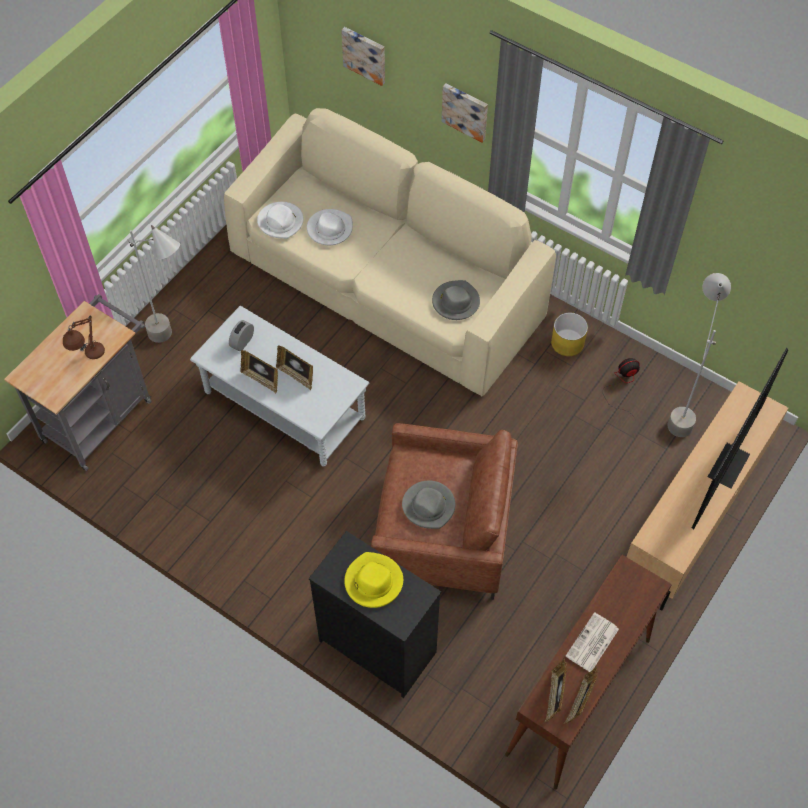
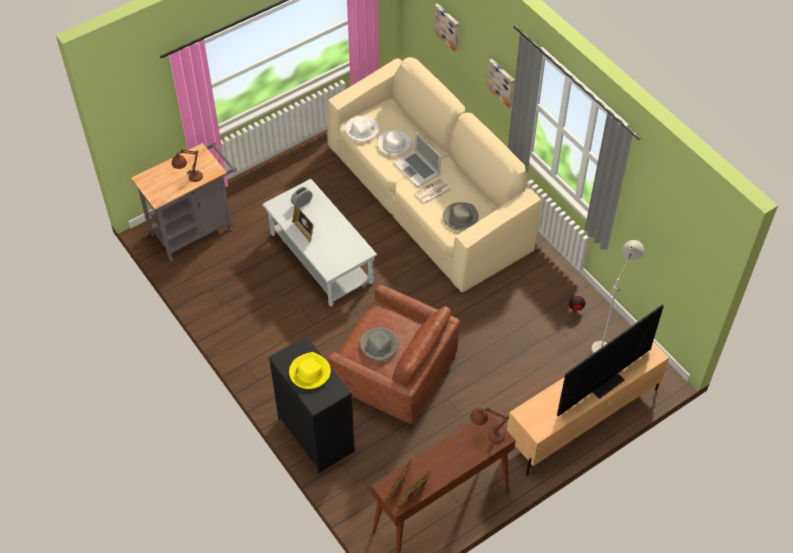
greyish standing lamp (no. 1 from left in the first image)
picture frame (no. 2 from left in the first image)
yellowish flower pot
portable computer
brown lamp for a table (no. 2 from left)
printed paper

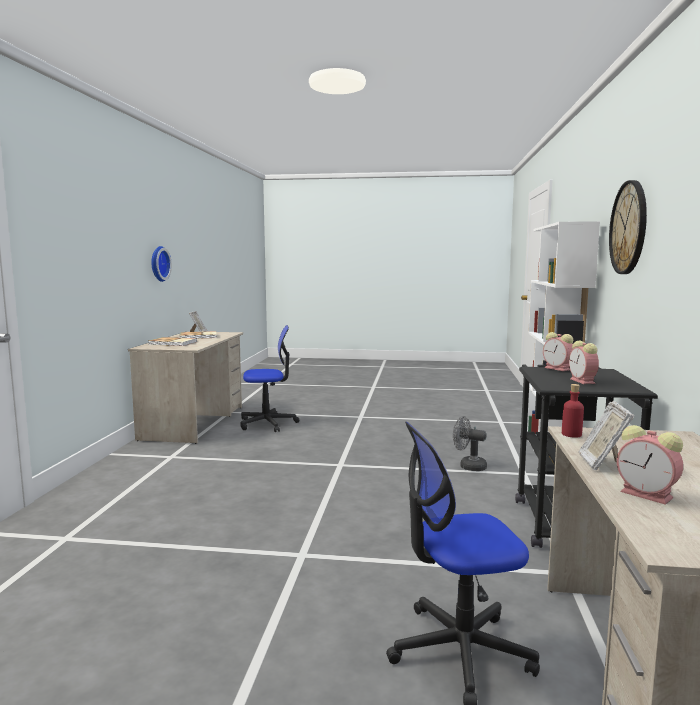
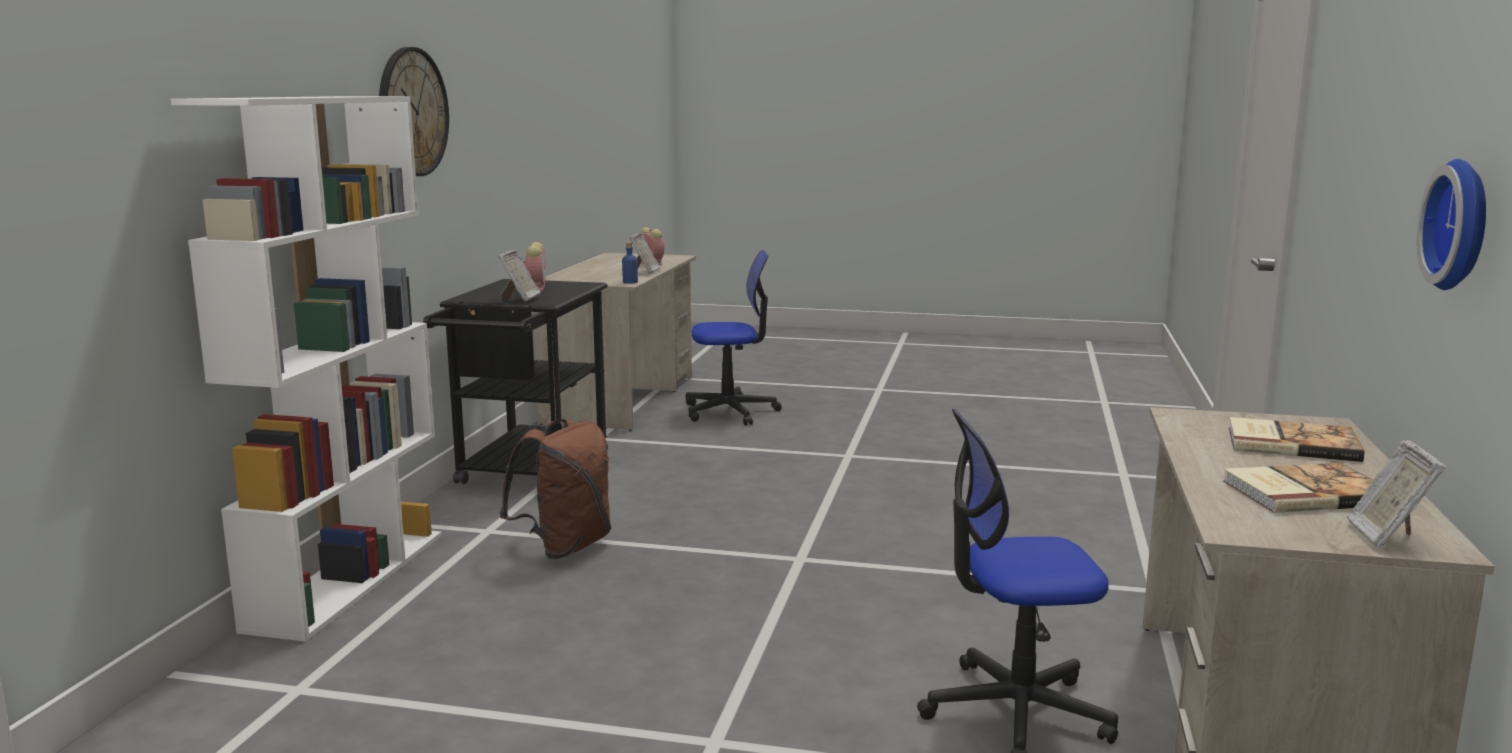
brown rucksack
picture frame (no. 1 from left)
blue drink bottle

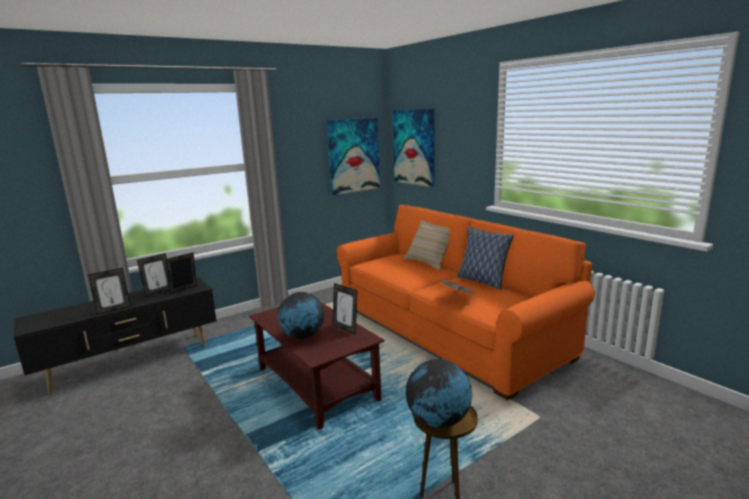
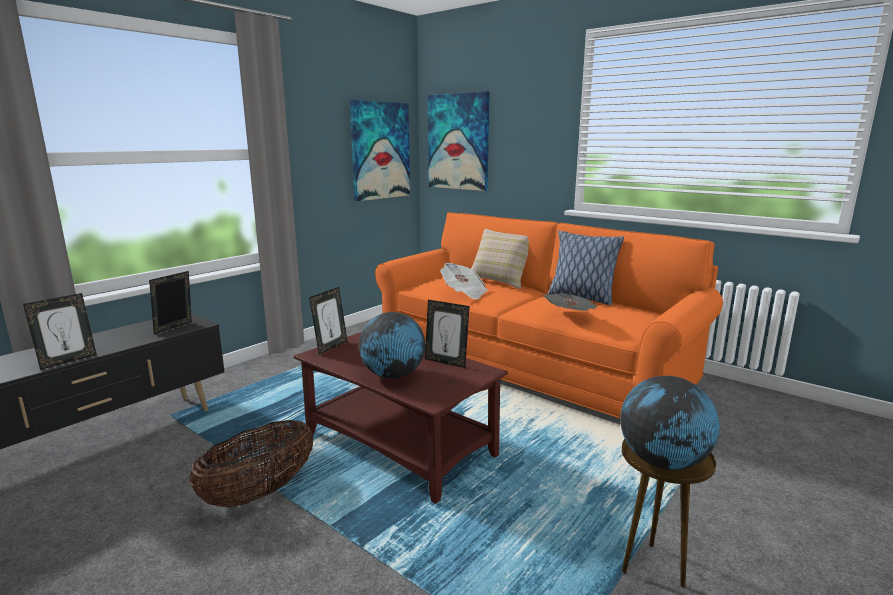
basket
printed paper (no. 1 from left)
picture frame (no. 3 from left)

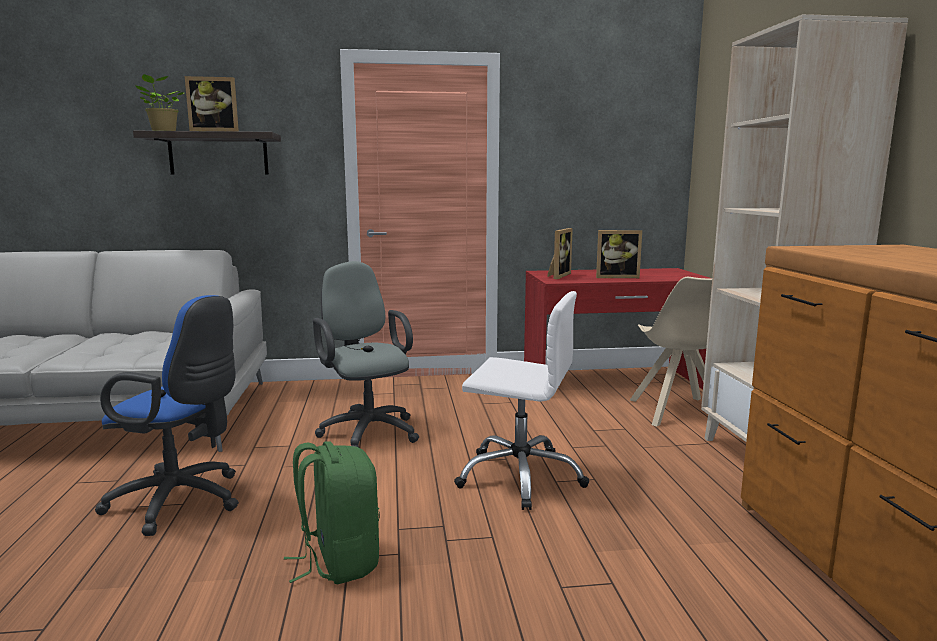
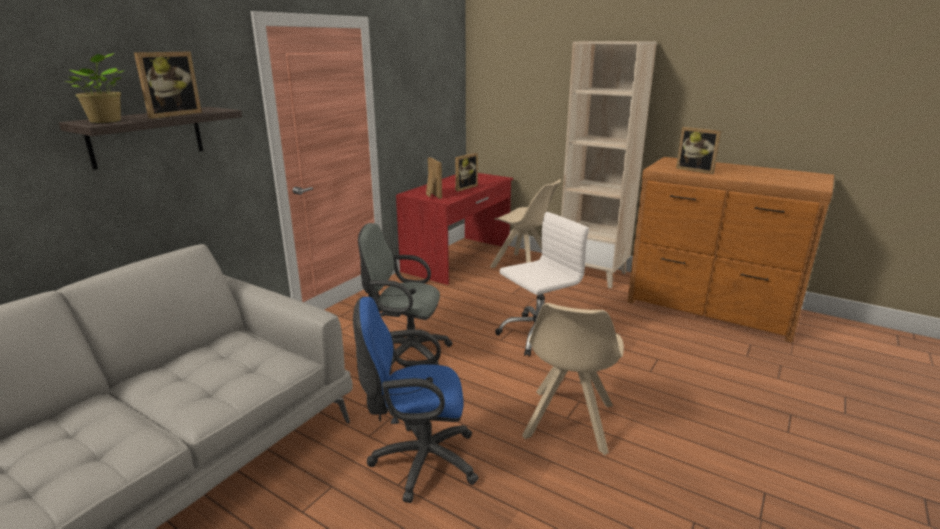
picture frame (no. 4 from left)
sand-coloured upright chair (no. 2 from left)
blue office chair

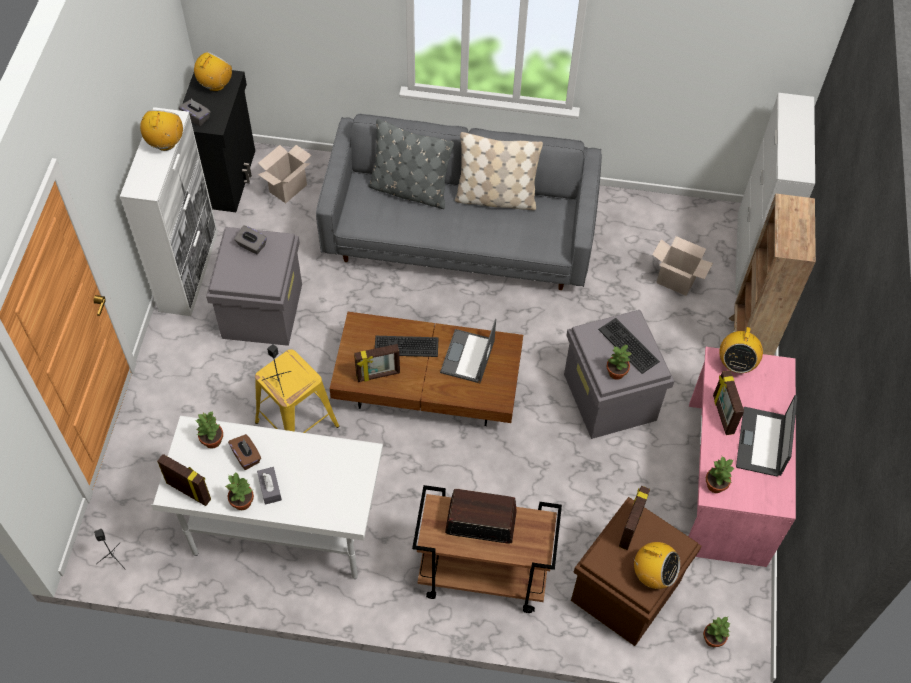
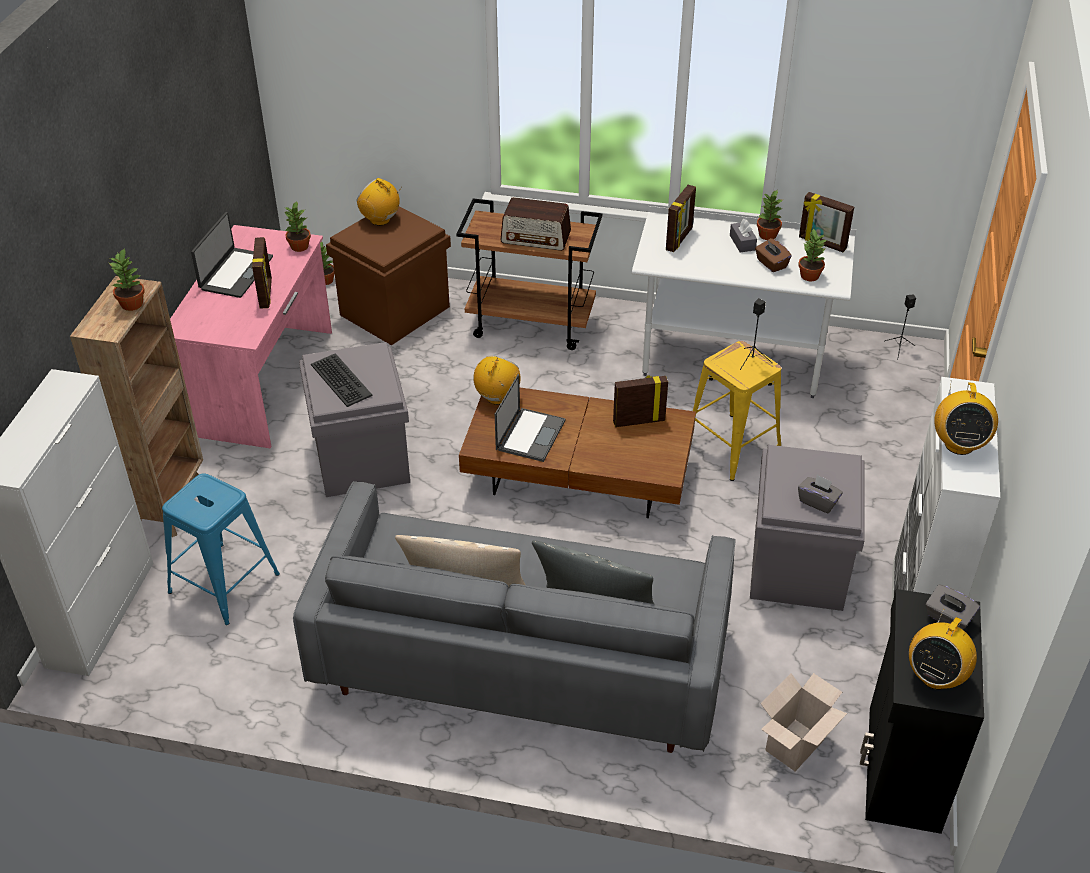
computer keyboard (no. 1 from left in the first image)
potted plant (no. 1 from left)
picture frame (no. 3 from left)
radio (no. 2 from left)
blue stool

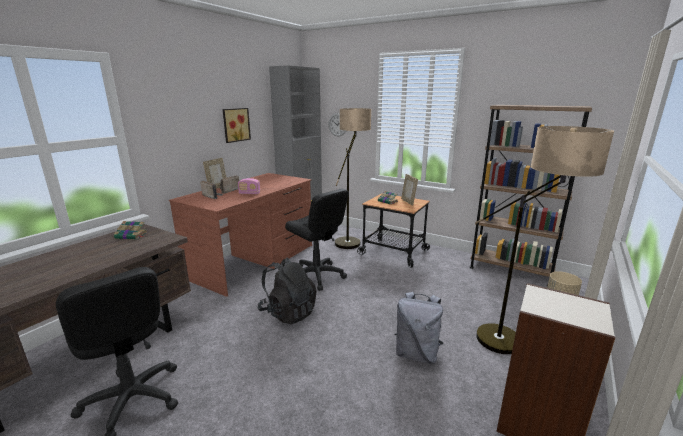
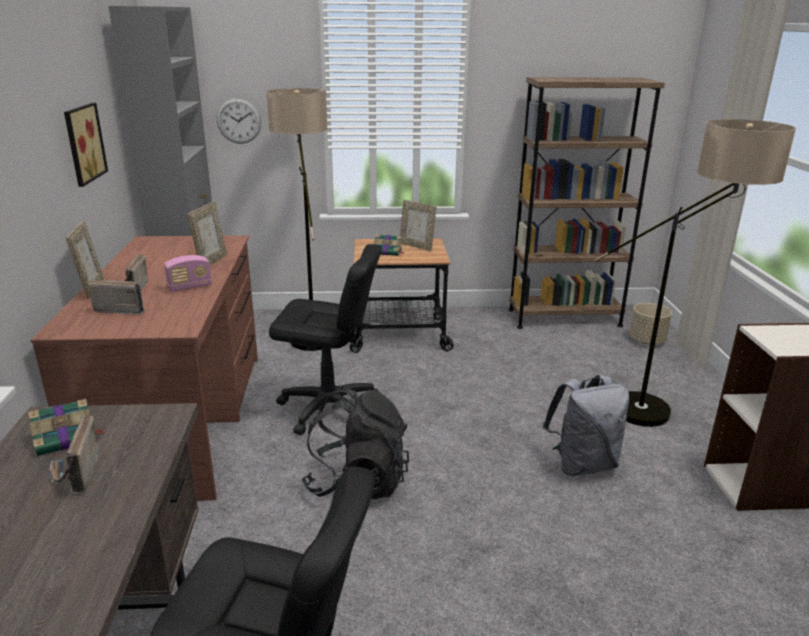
radio (no. 1 from left)
picture frame (no. 2 from left)

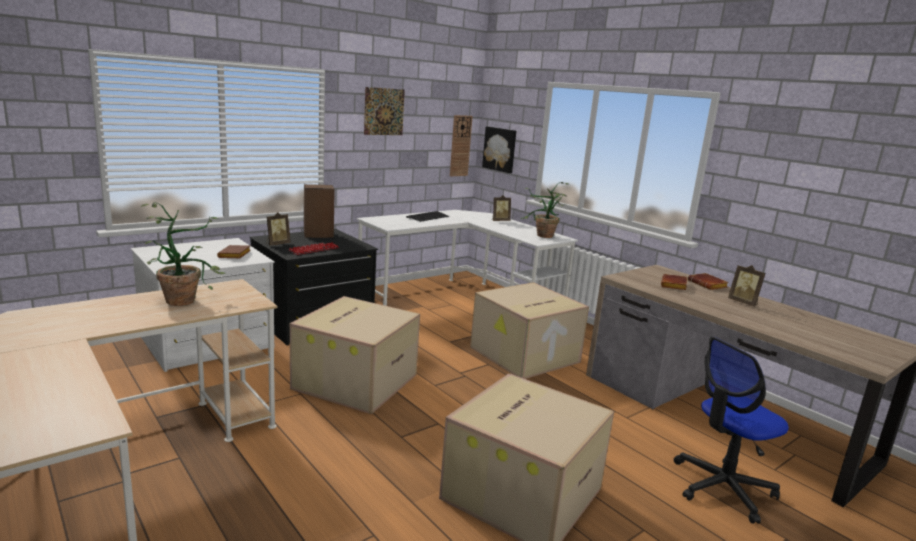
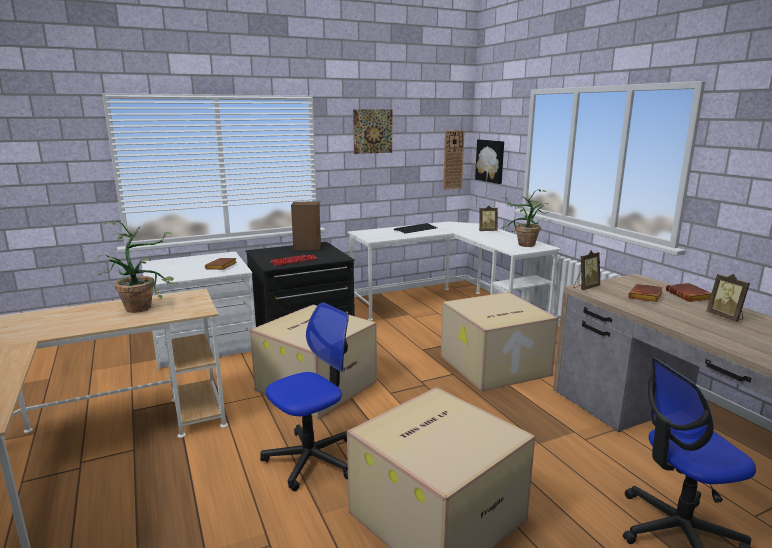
office chair (no. 1 from left)
picture frame (no. 2 from left)

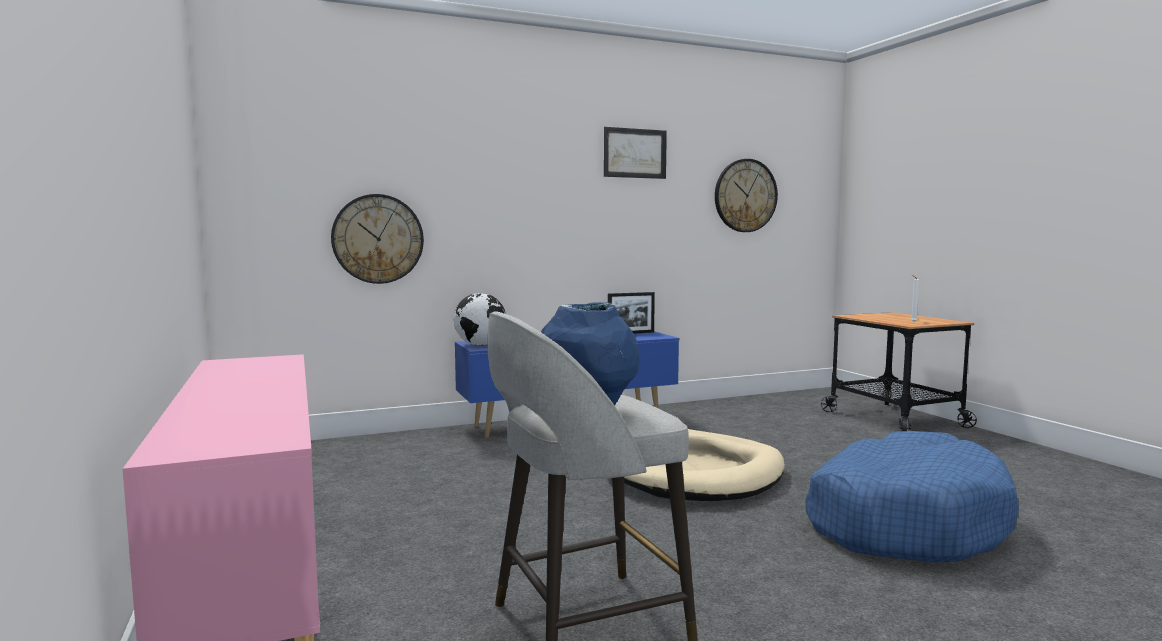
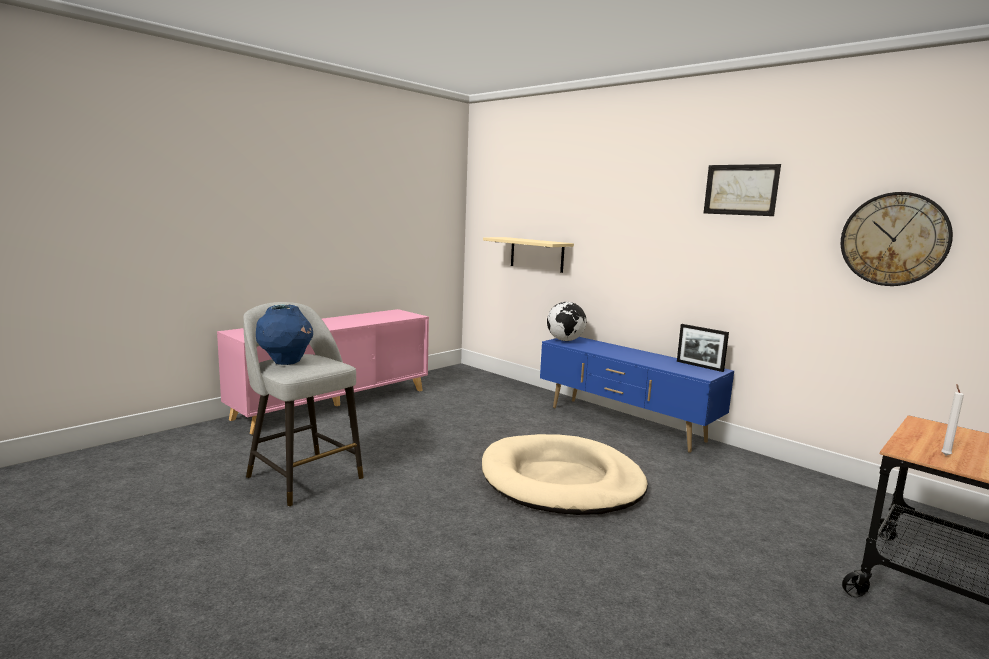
blue dog bed
sand-coloured bracket shelf

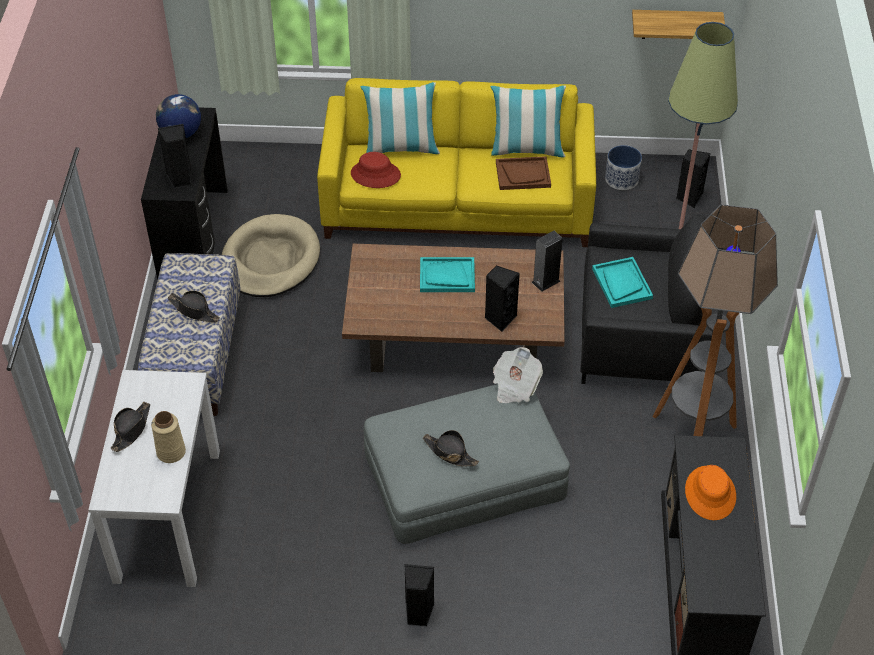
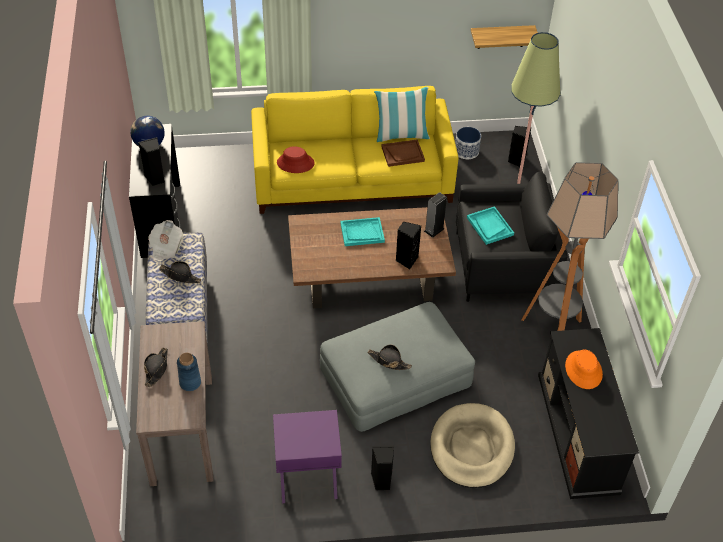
throw pillow (no. 1 from left in the first image)
purple night table
sand-coloured dog bed
printed paper
brown hall table
blue vase

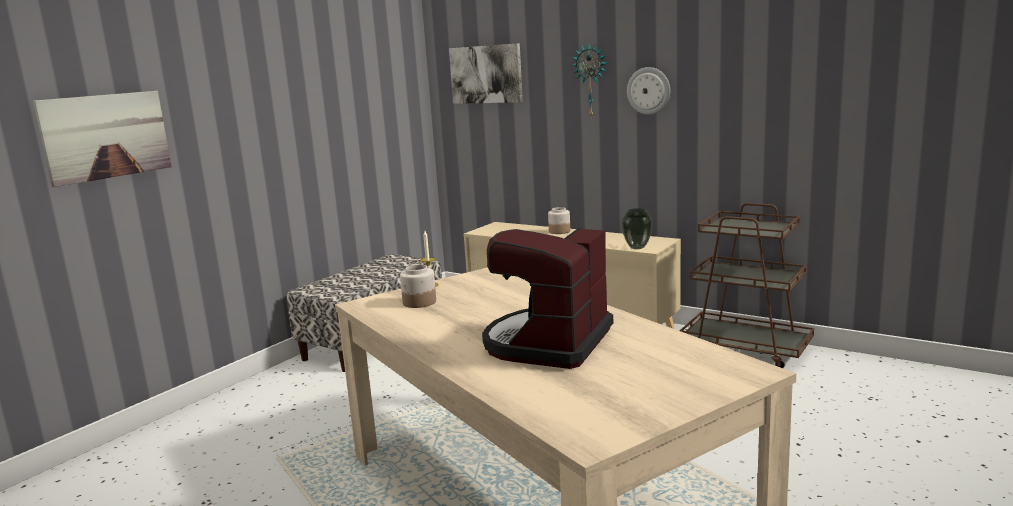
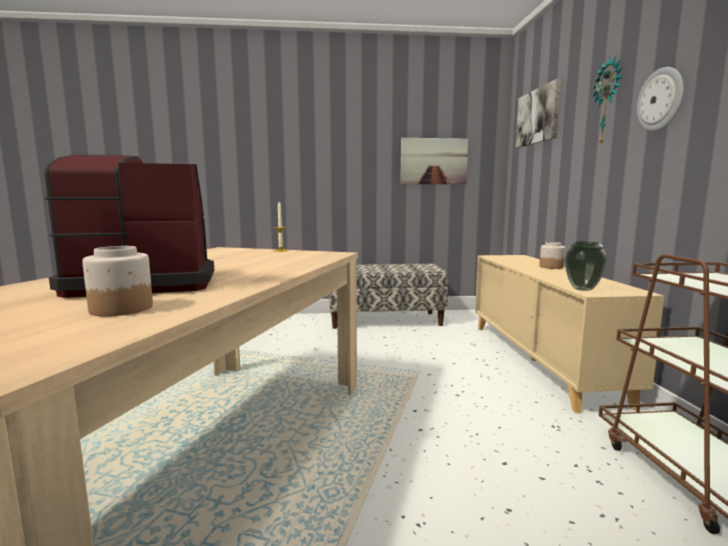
wall picture (no. 1 from left)
storage jar (no. 1 from left)

